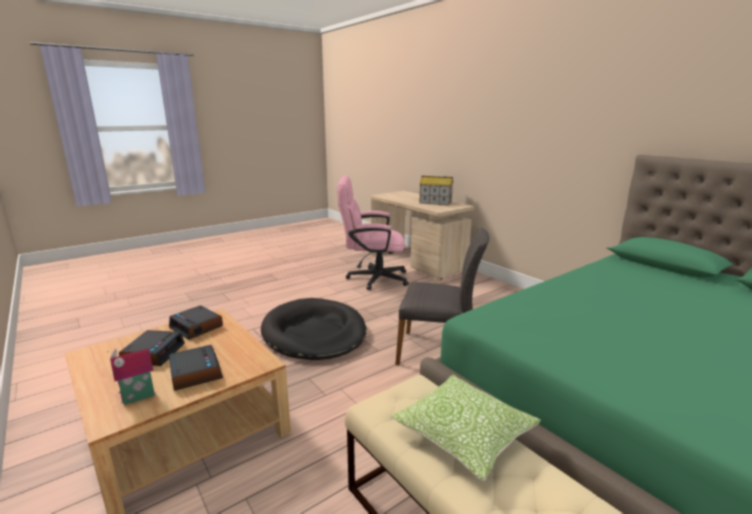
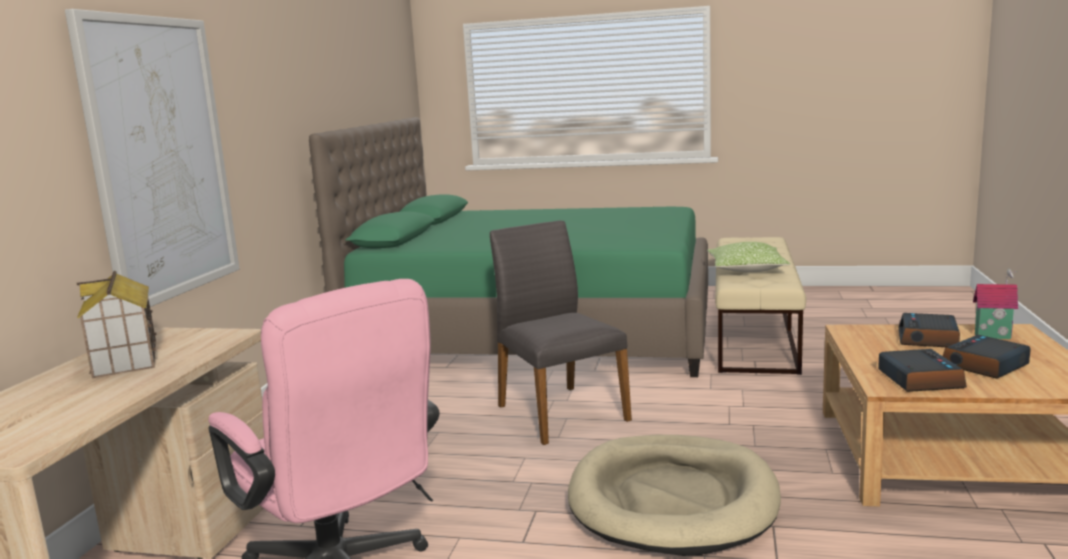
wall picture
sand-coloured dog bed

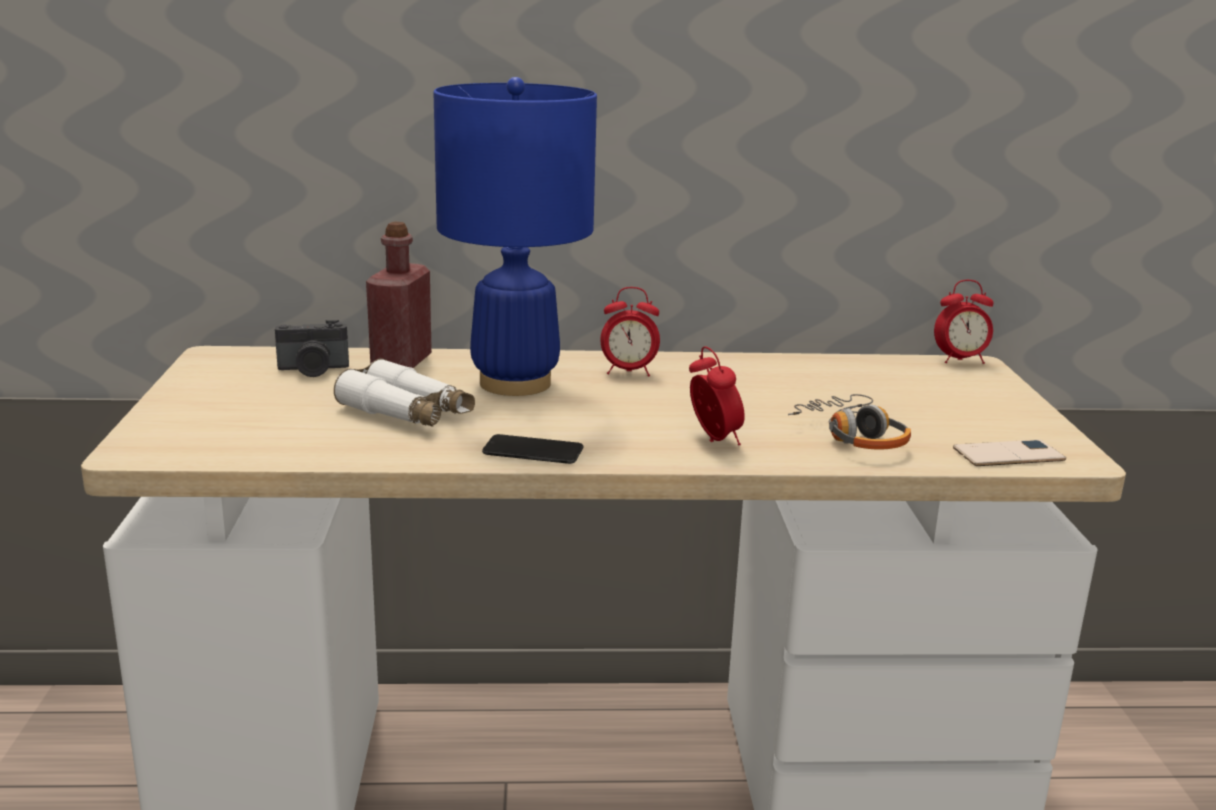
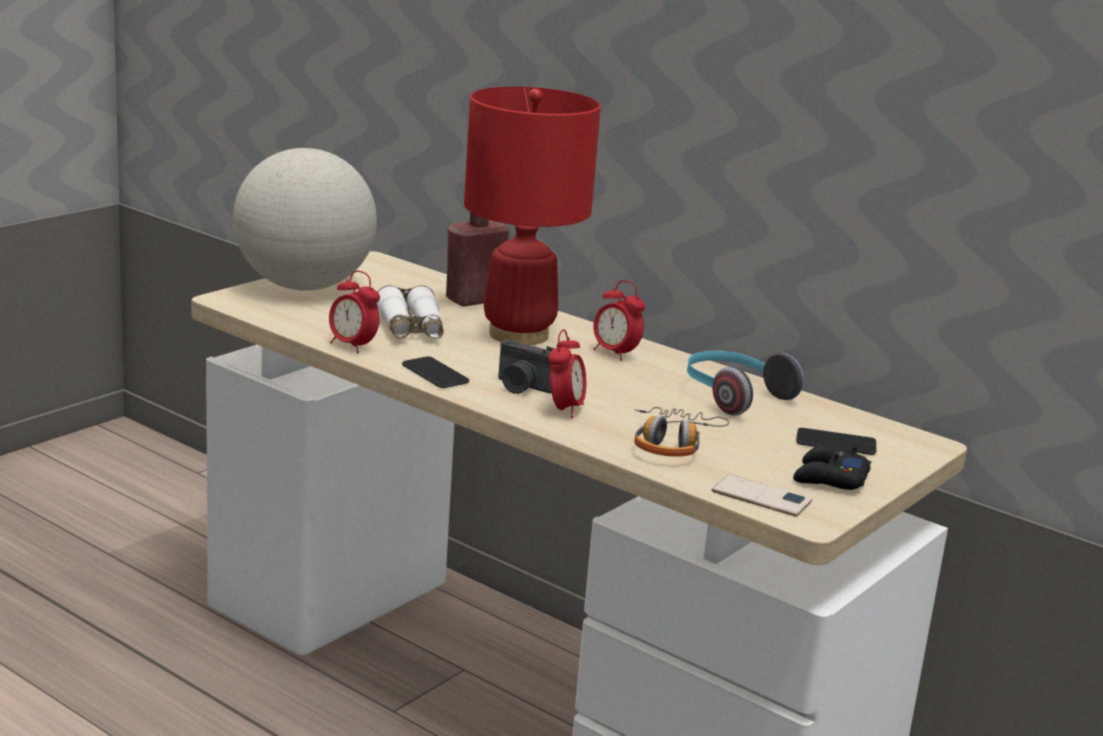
globe
headset (no. 2 from left)
black joypad
phone (no. 3 from left)
still camera
alarm clock (no. 1 from left)
reddish lamp for a table

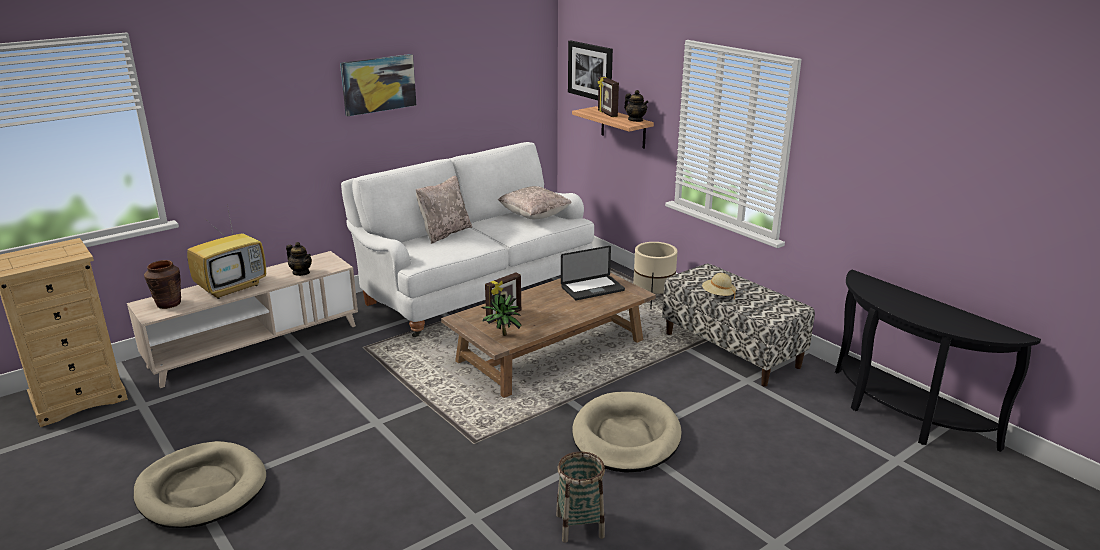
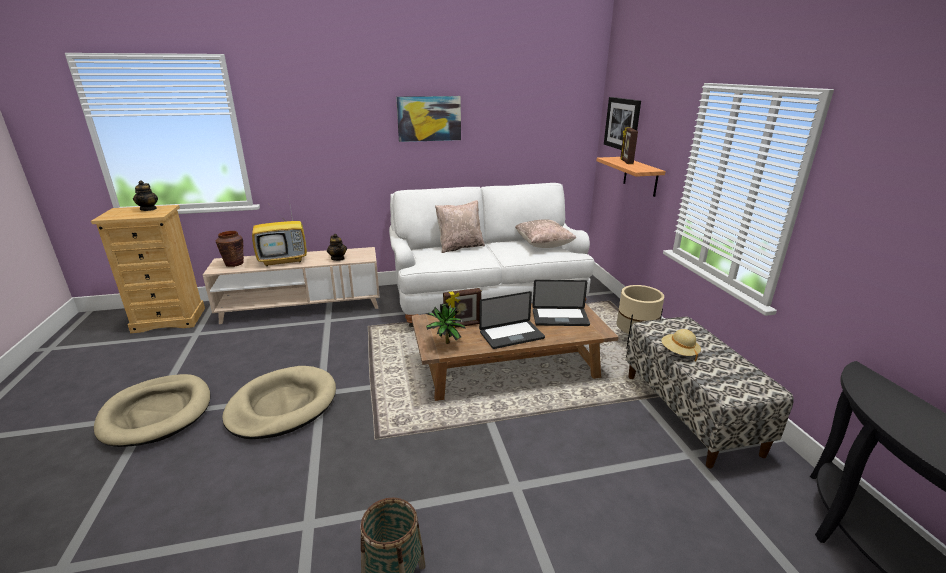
portable computer (no. 1 from left)
sand-coloured dog bed (no. 2 from left)
teapot (no. 1 from left)

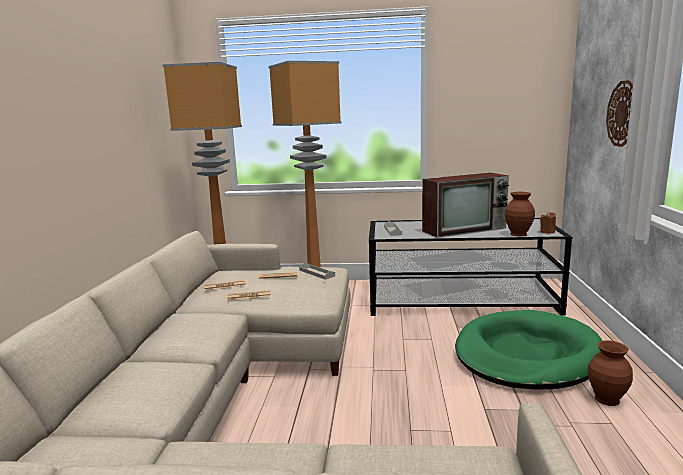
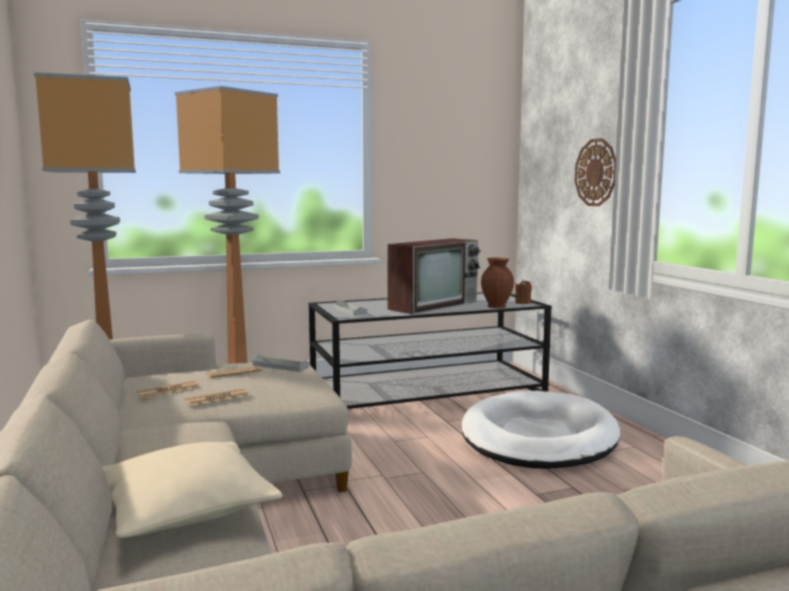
brown vase (no. 2 from left in the first image)
sand-coloured throw pillow
whitish dog bed

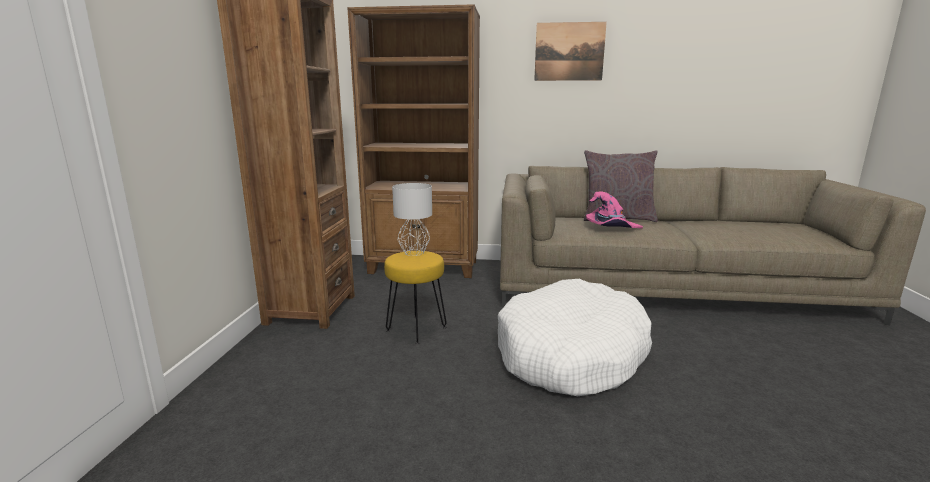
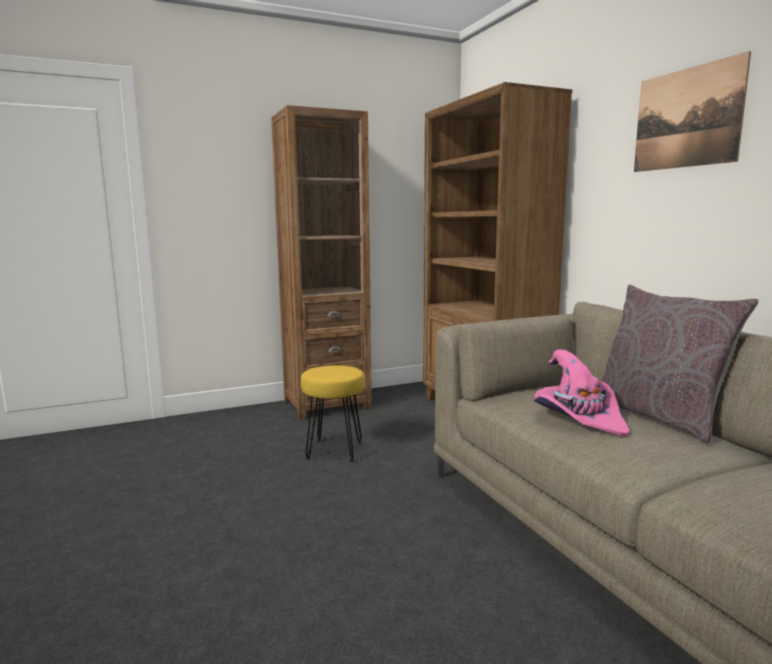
greyish lamp for a table
whitish dog bed

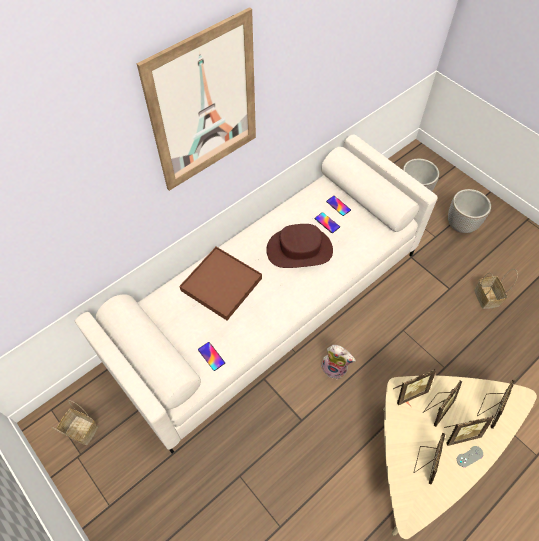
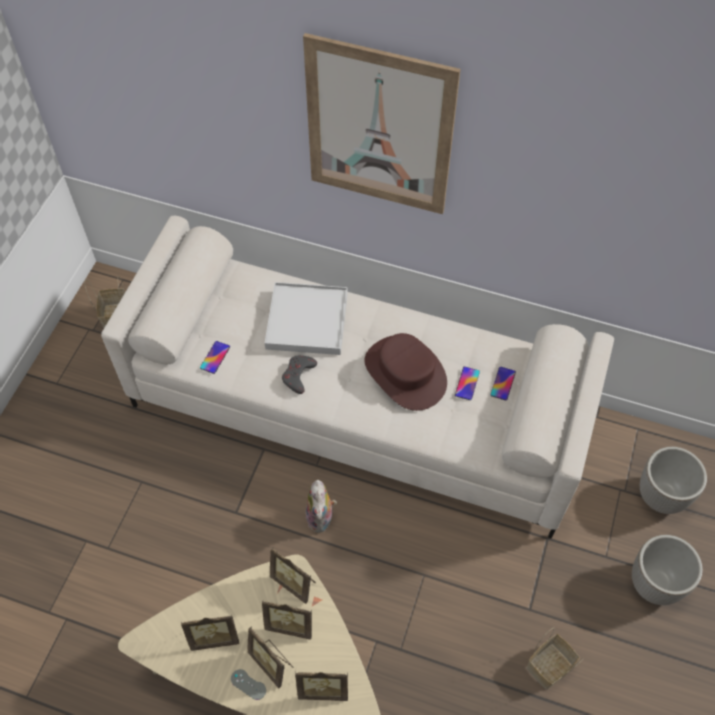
greyish joypad (no. 2 from left)
whitish serving tray

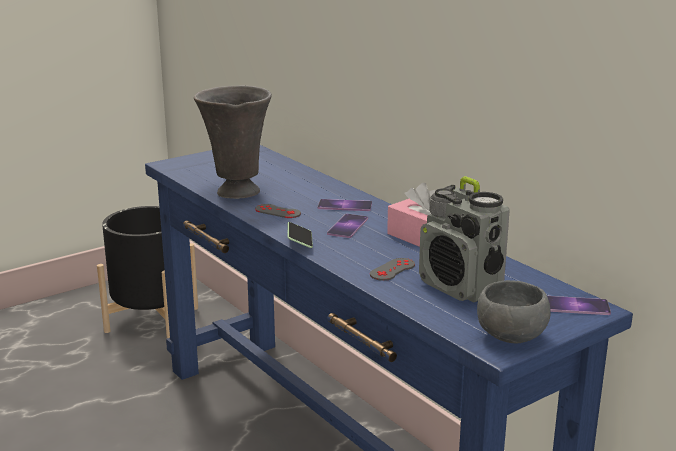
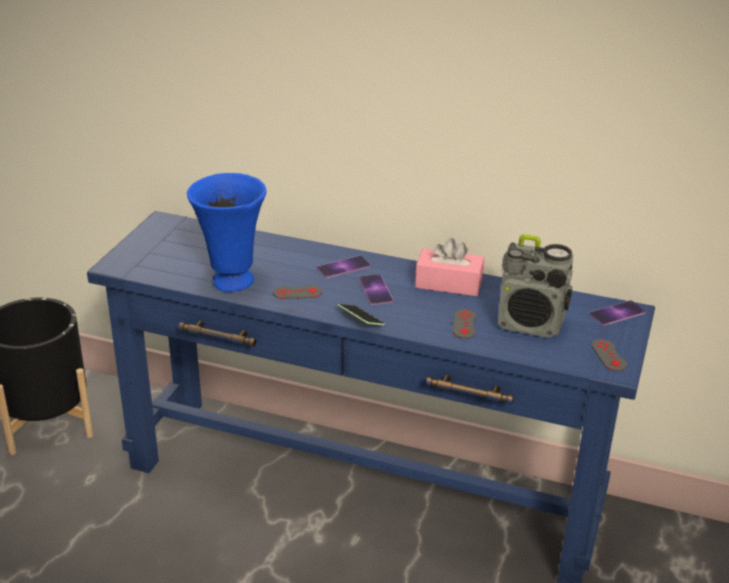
greyish joypad (no. 3 from left)
blue vase

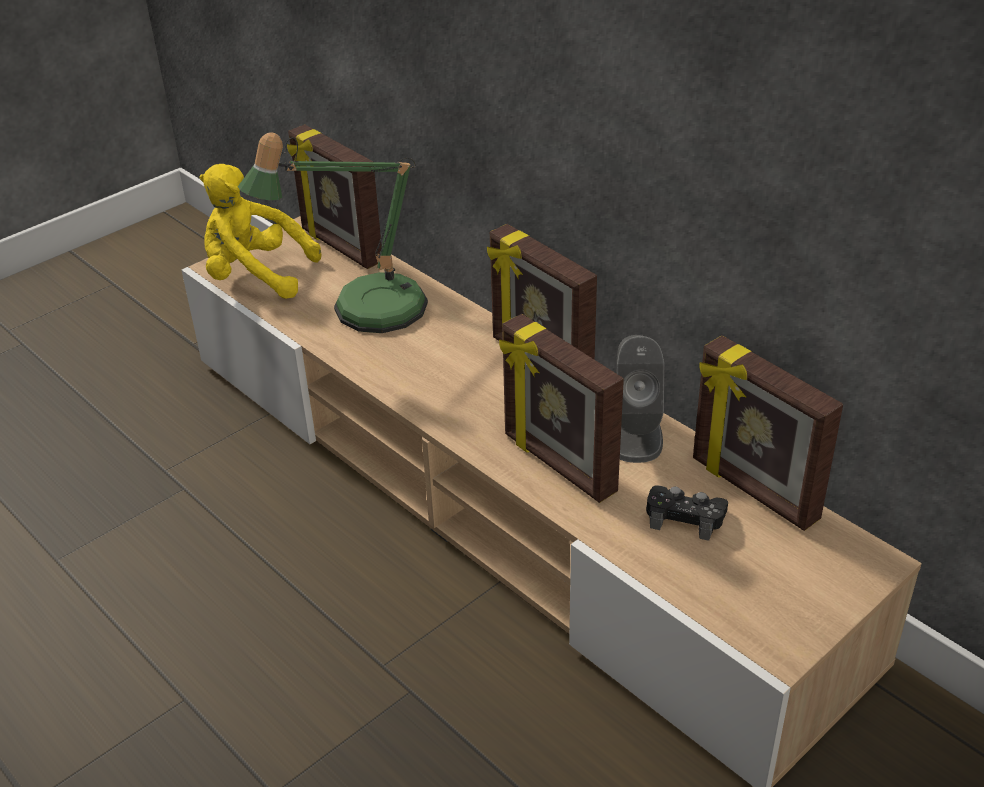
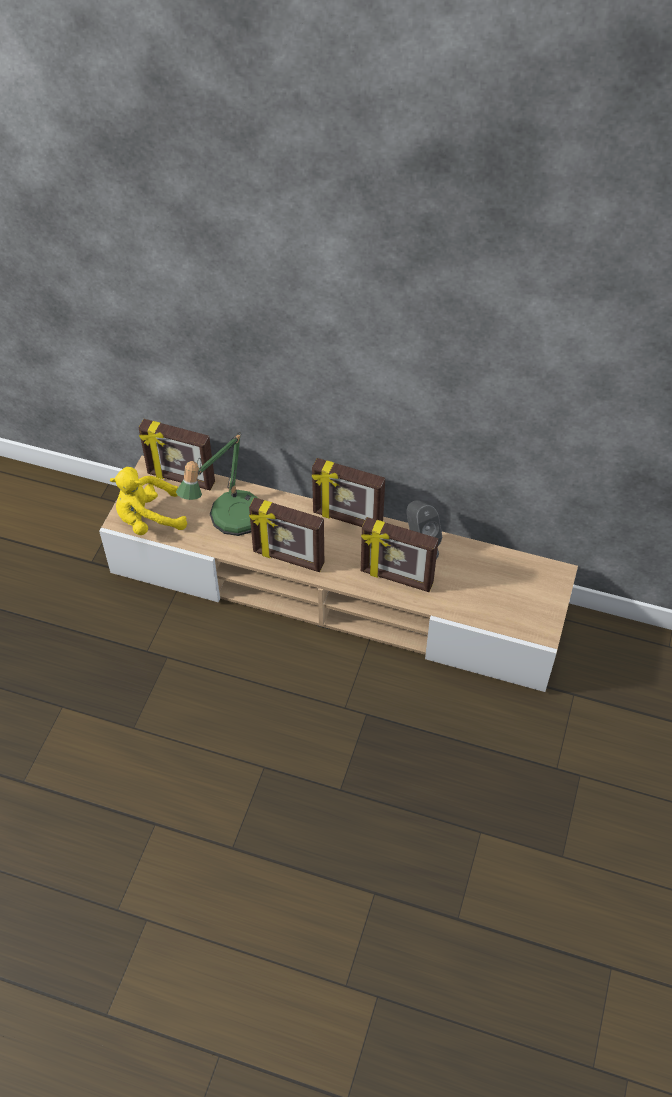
black joypad
picture frame (no. 2 from left)

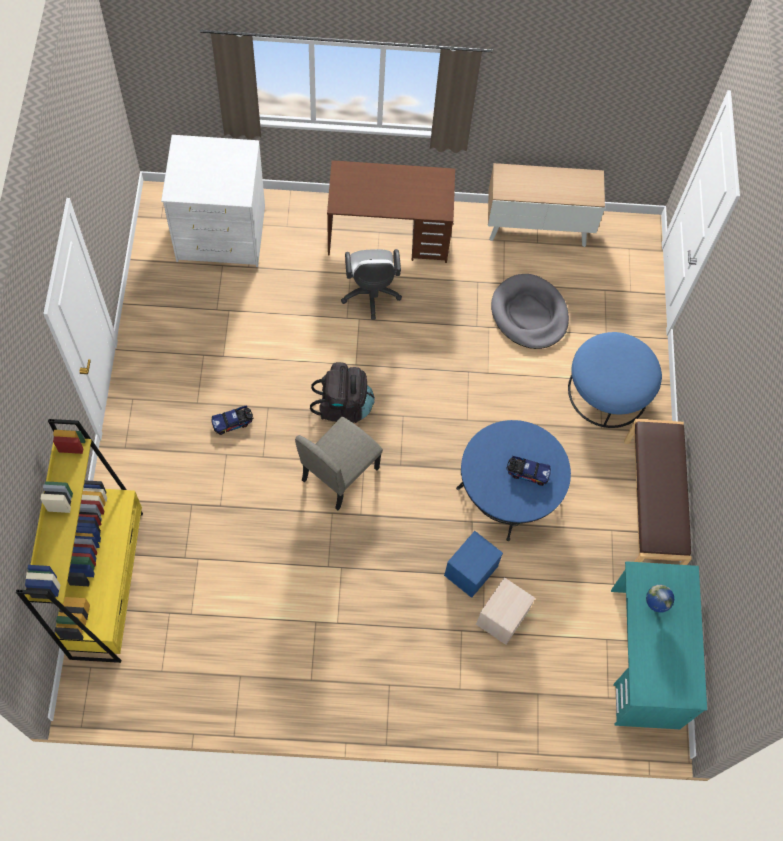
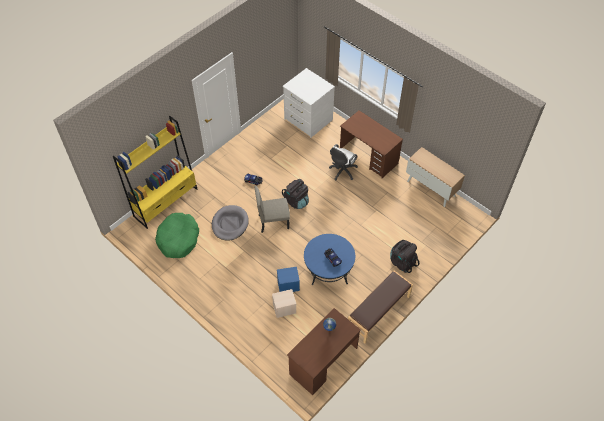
greenish dog bed
greyish dog bed
black rucksack (no. 2 from left)
brown desk (no. 1 from left)

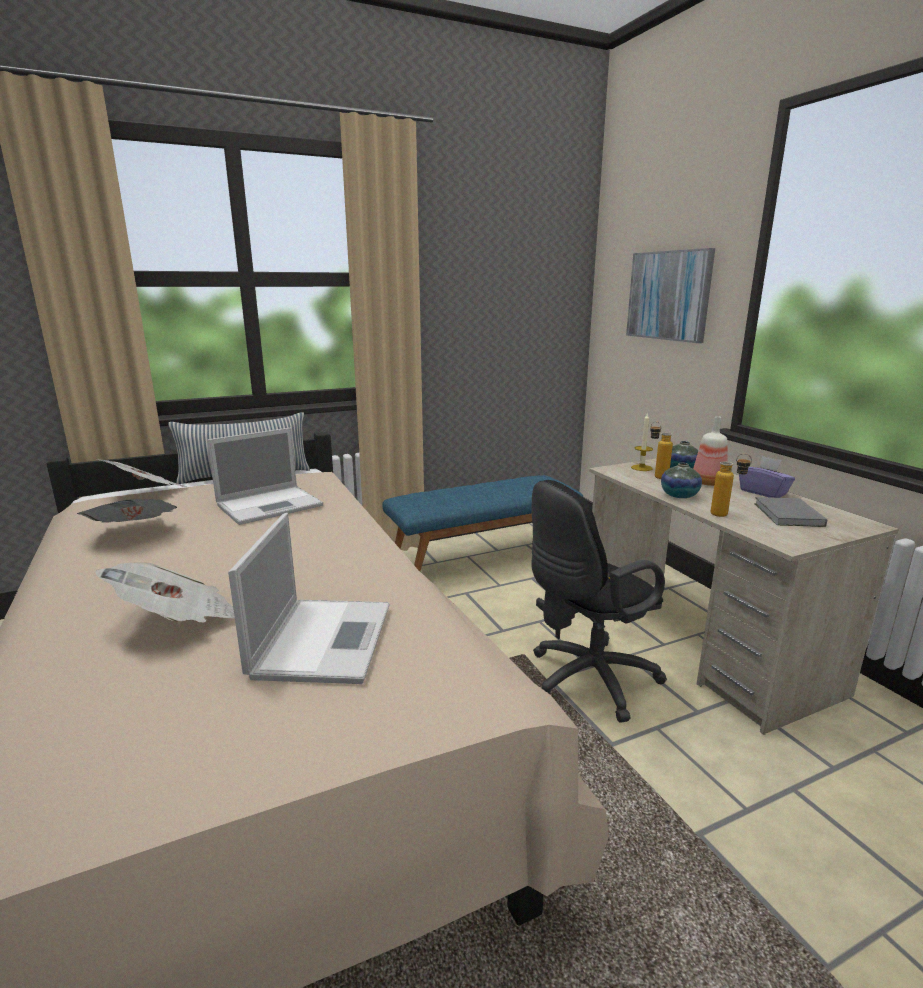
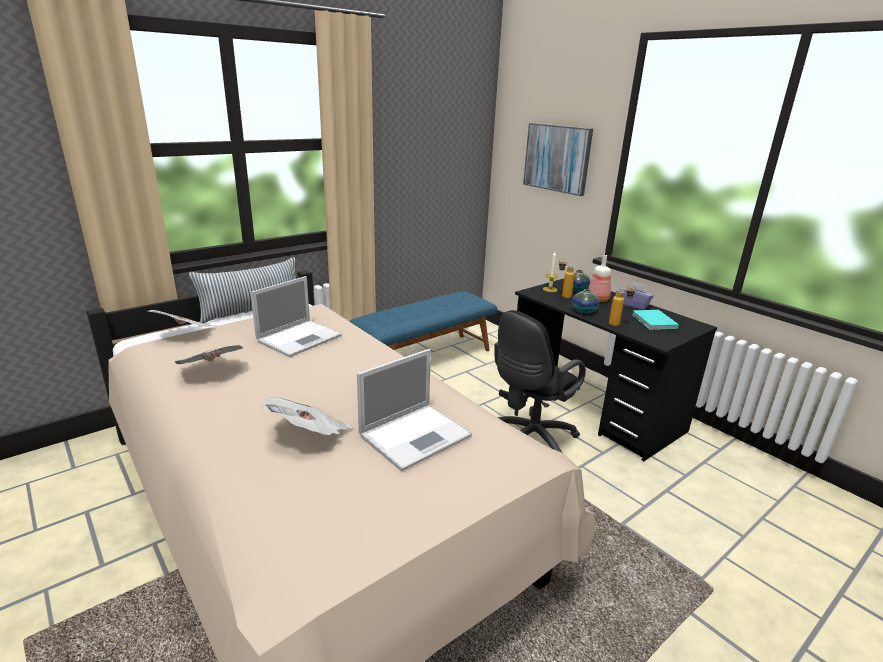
black desk
blue-green bound book
portable computer (no. 2 from left)

